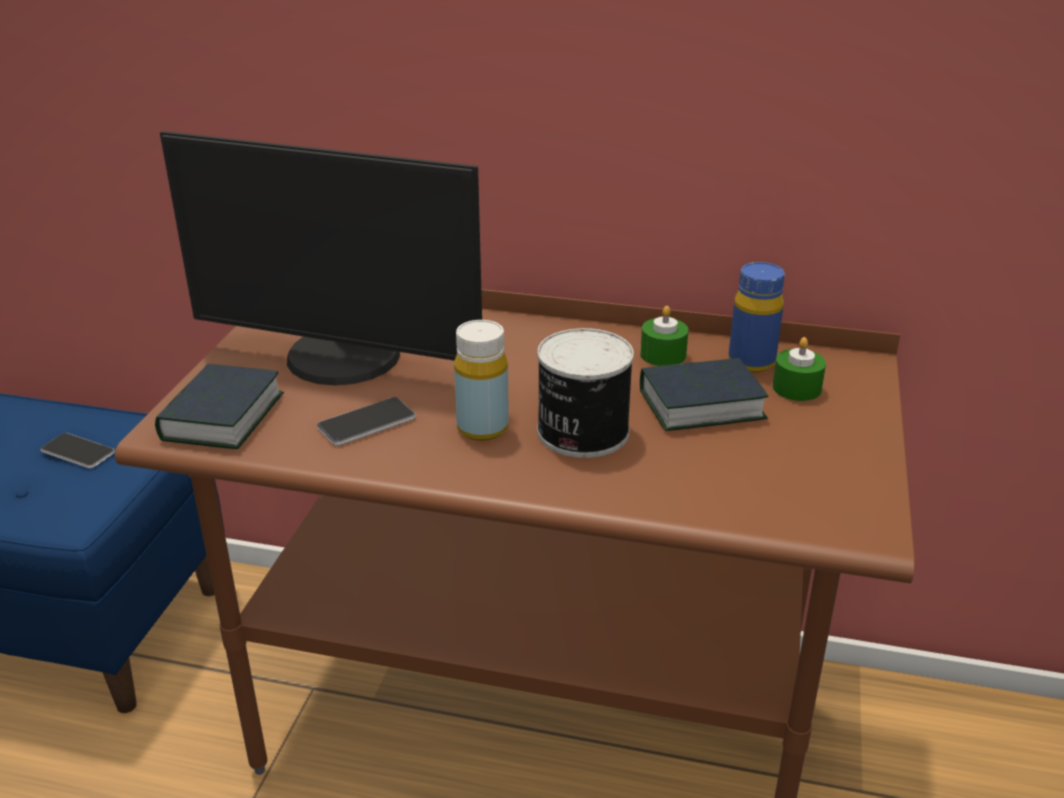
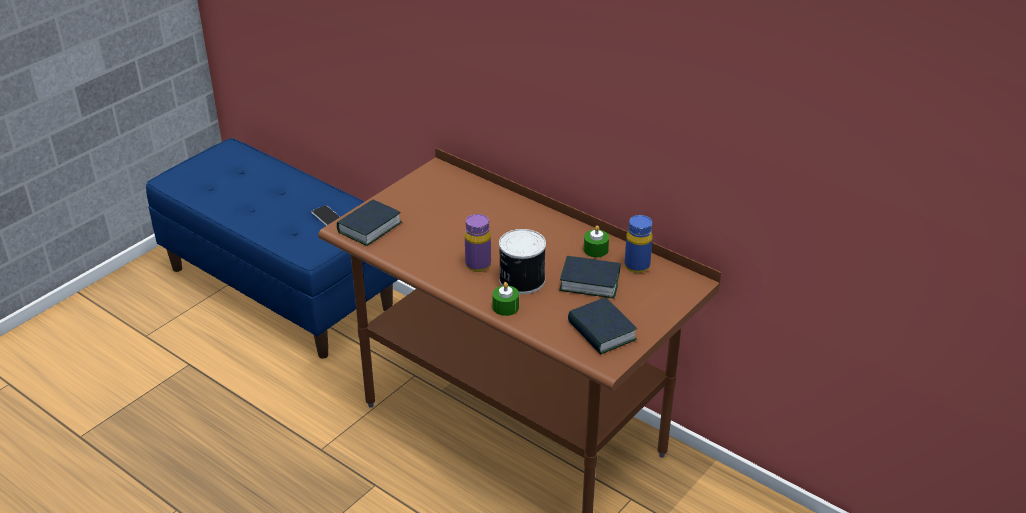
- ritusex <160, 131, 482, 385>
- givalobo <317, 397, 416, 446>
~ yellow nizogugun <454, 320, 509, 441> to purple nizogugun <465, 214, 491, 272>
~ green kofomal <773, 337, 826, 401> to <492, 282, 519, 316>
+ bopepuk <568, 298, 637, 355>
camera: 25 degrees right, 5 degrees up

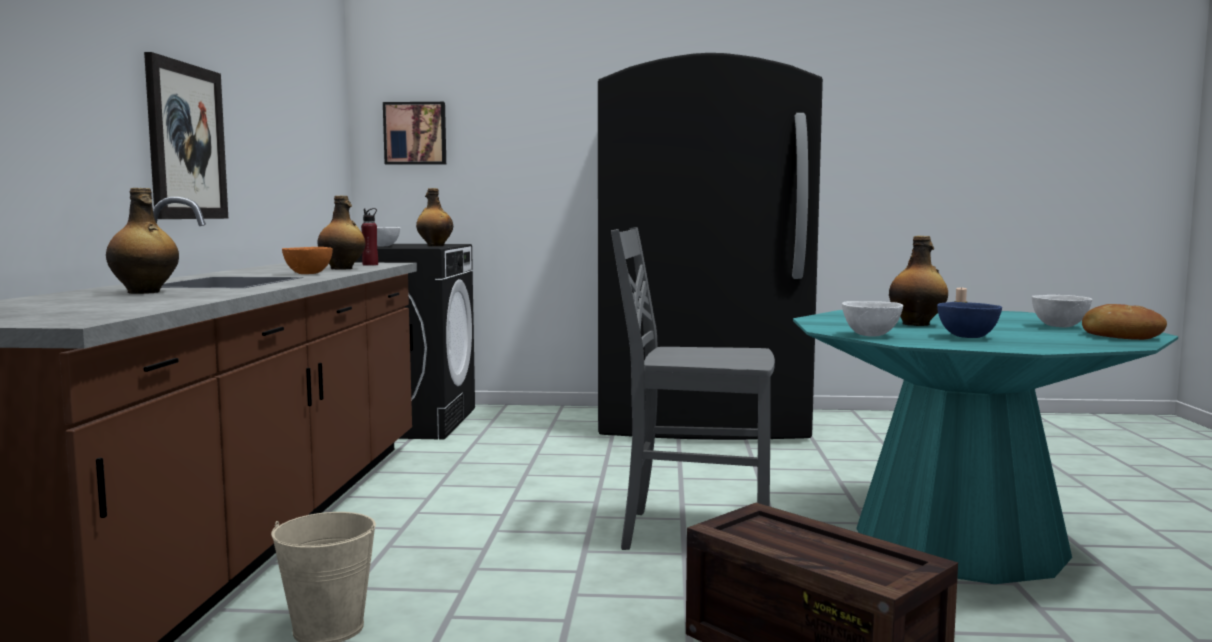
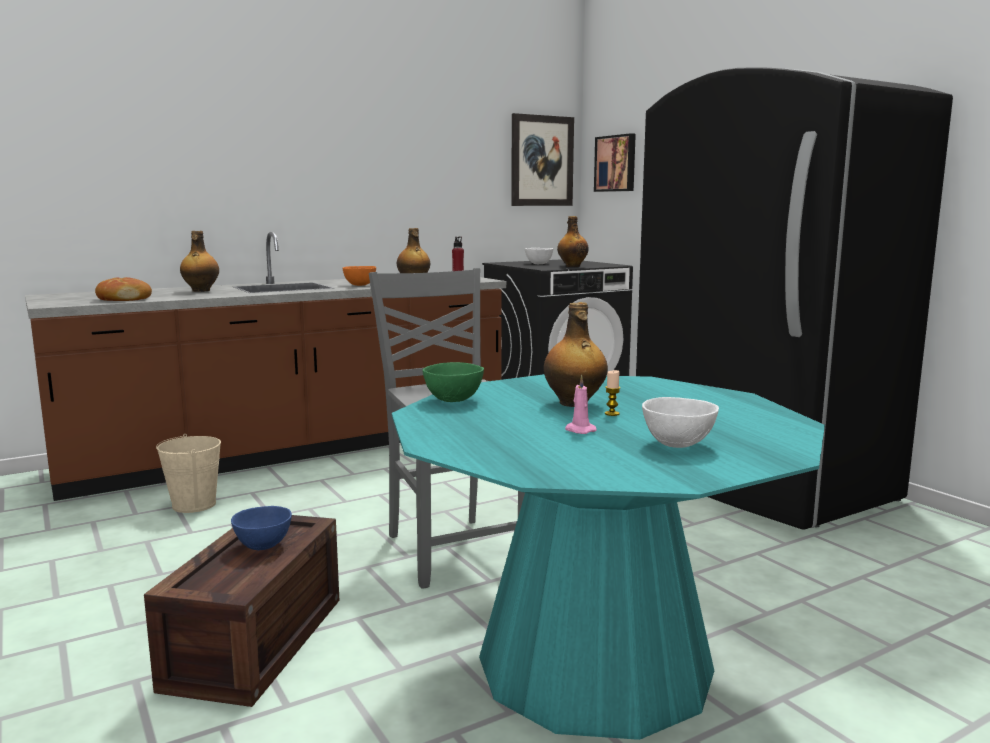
~ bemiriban <144, 52, 228, 219> to <511, 113, 574, 206>
~ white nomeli <842, 301, 903, 337> to green nomeli <423, 362, 484, 402>
~ blue nomeli <937, 302, 1002, 338> to <231, 506, 292, 550>
~ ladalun <1082, 304, 1167, 340> to <95, 277, 152, 301>
+ pink kofomal <565, 375, 597, 434>
camera: 55 degrees right, 5 degrees up

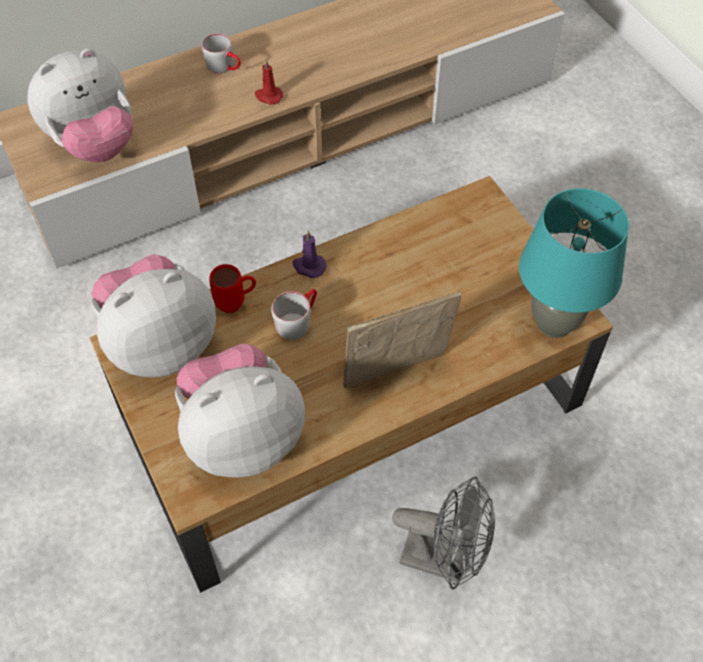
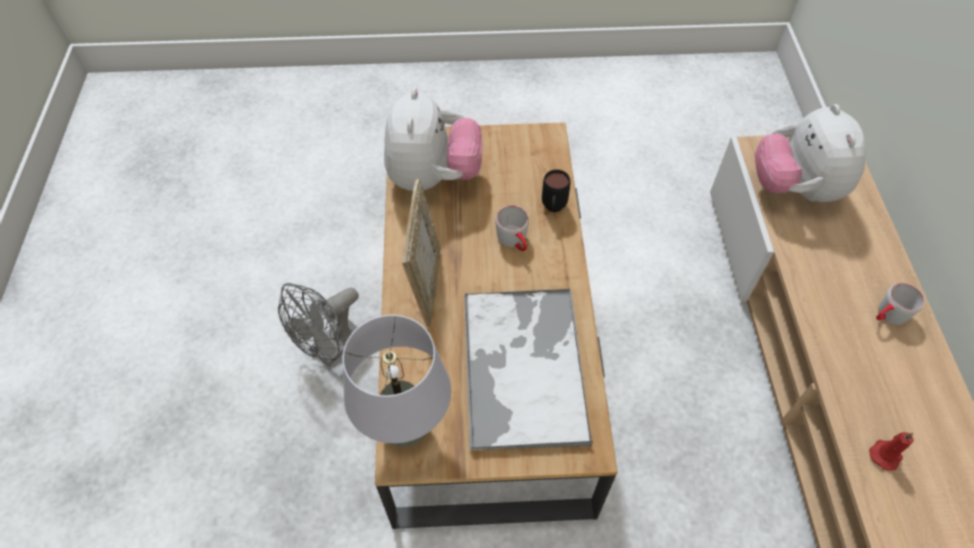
- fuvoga <91, 254, 216, 377>
~ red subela <209, 264, 256, 313> to black subela <542, 170, 571, 212>
~ red kofomal <255, 59, 283, 105> to <869, 432, 914, 471>
- purple kofomal <293, 231, 327, 278>
~ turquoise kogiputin <519, 188, 629, 338> to grey kogiputin <342, 315, 451, 447>
+ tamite <464, 289, 593, 452>
camera: 115 degrees right, 0 degrees up

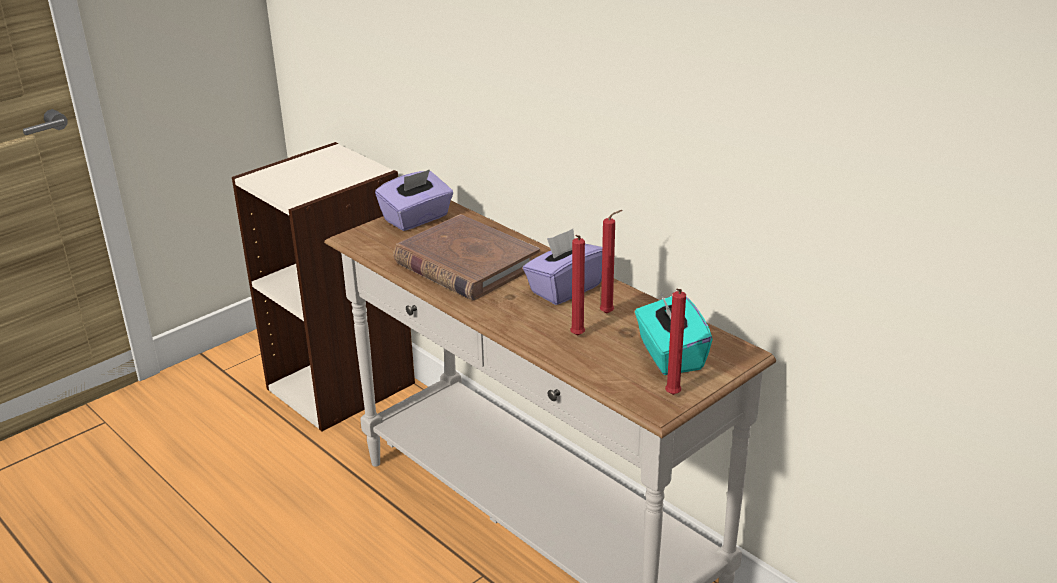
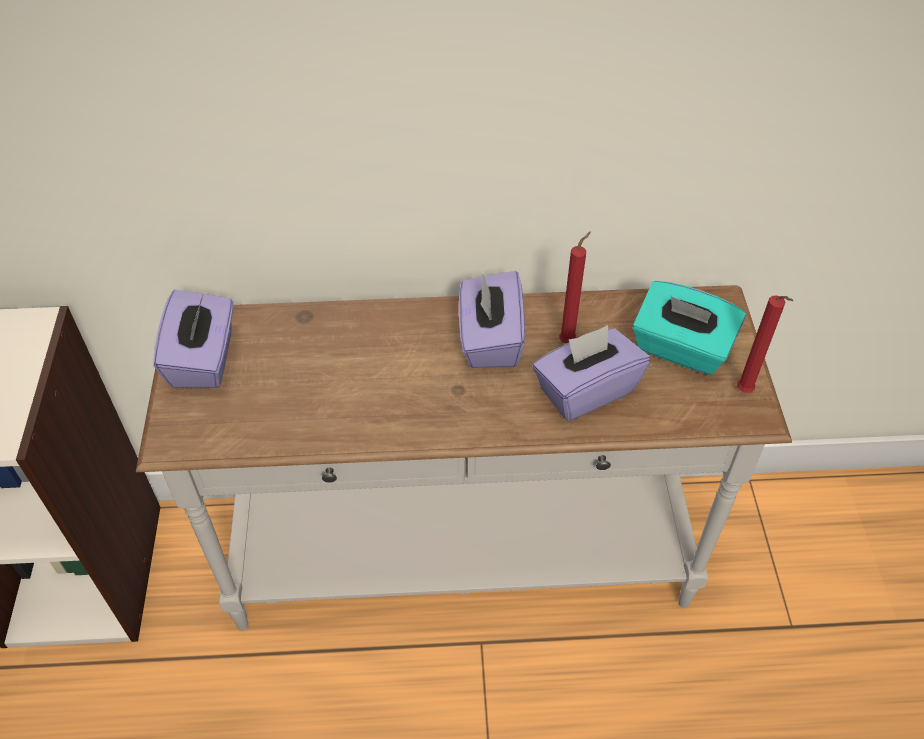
- brown bopepuk <393, 214, 540, 300>
~ red kofomal <570, 235, 585, 336> to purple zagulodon <533, 325, 650, 421>
camera: 50 degrees left, 20 degrees up

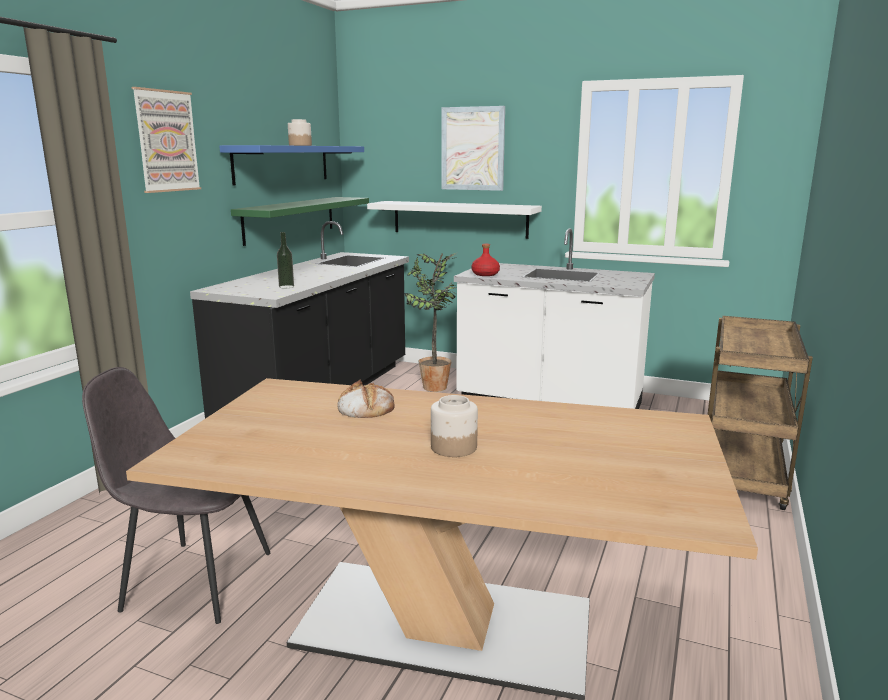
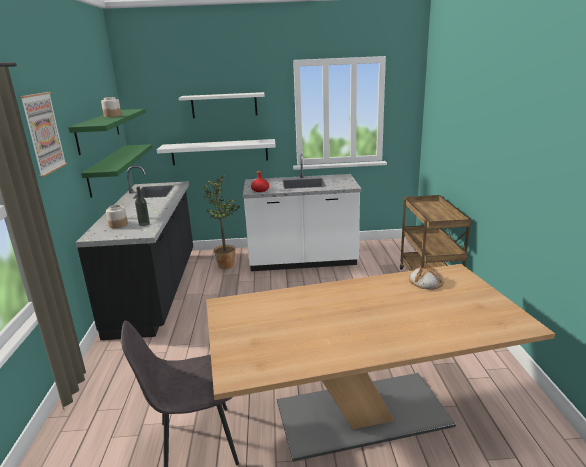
~ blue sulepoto <219, 145, 364, 186> to green sulepoto <68, 109, 146, 155>
~ ladalun <338, 380, 395, 418> to <409, 267, 444, 290>
~ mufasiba <431, 395, 478, 457> to <106, 205, 128, 228>
~ bemiriban <442, 106, 505, 191> to white sulepoto <179, 92, 264, 118>
camera: 25 degrees left, 5 degrees up

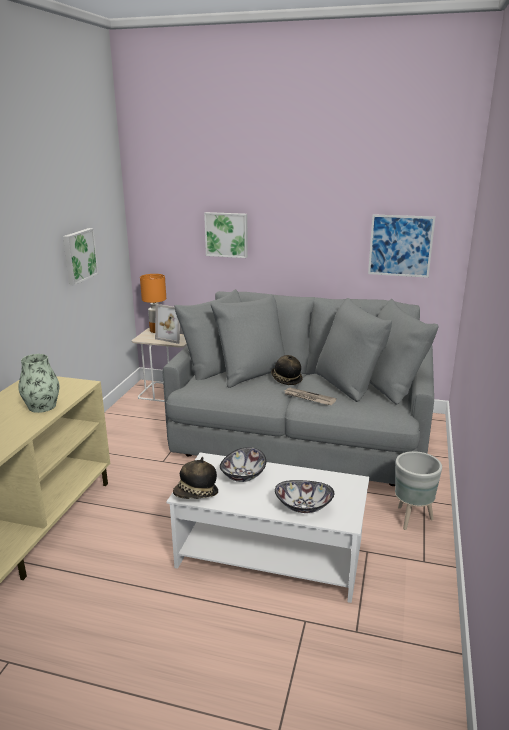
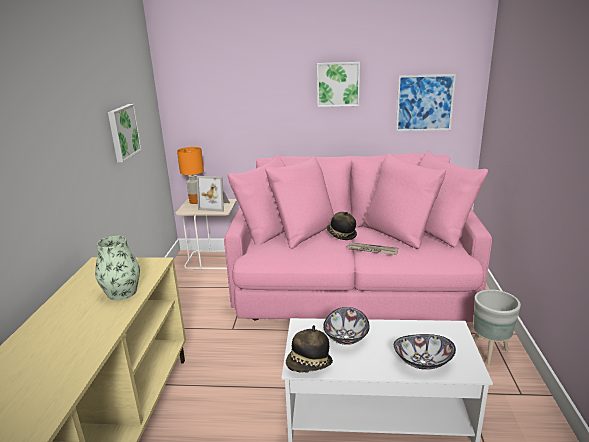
~ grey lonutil <163, 289, 439, 486> to pink lonutil <224, 151, 492, 322>
~ bemiriban <204, 212, 248, 258> to <317, 62, 360, 107>
camera: 10 degrees left, 0 degrees up

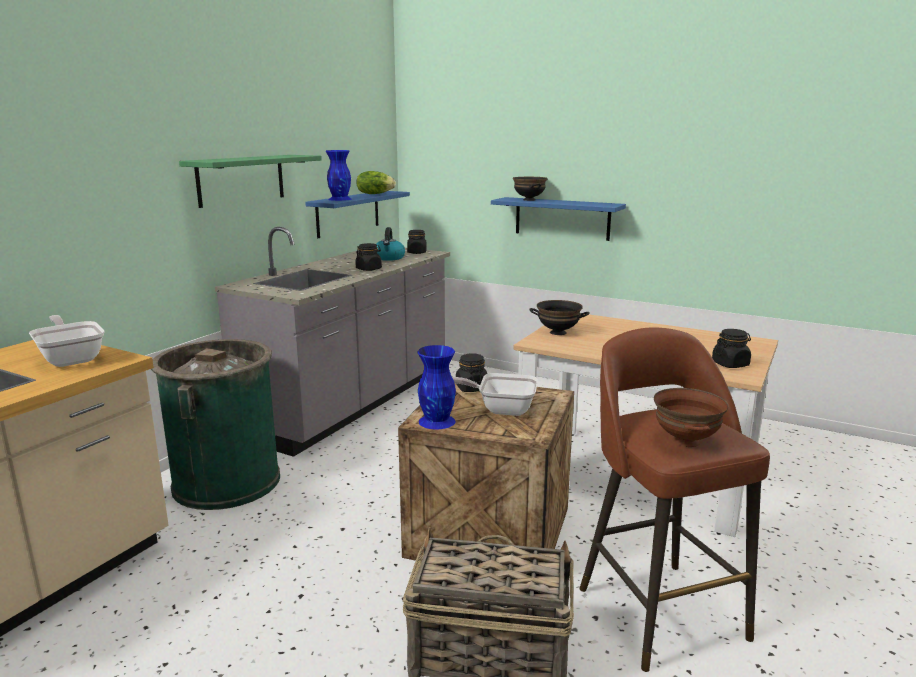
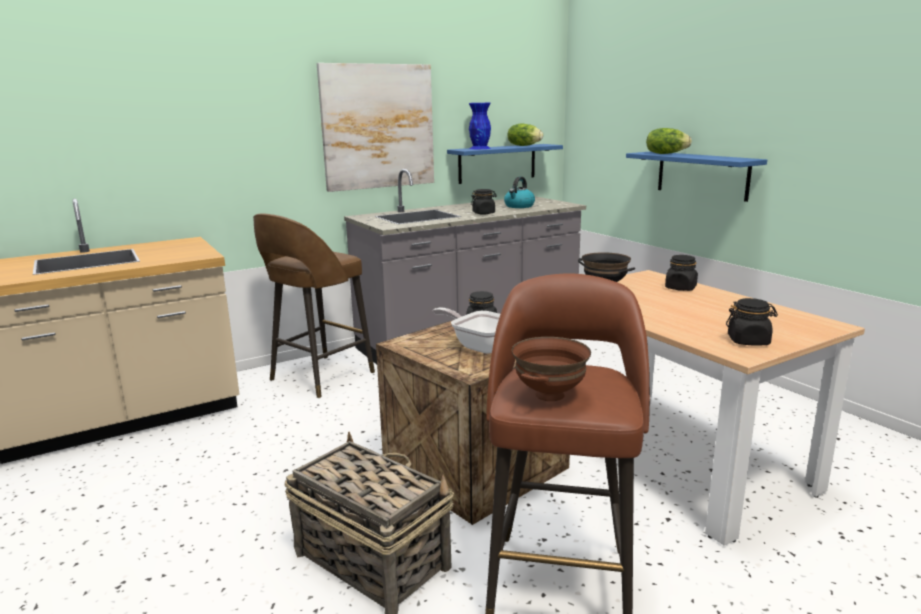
- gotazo <29, 315, 105, 367>
~ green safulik <151, 339, 280, 510> to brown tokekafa <253, 213, 375, 398>
~ green sulepoto <179, 155, 322, 208> to bemiriban <317, 63, 434, 192>
~ black mufasiba <407, 230, 427, 254> to <665, 255, 698, 291>
- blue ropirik <418, 345, 456, 429>
~ black nomeli <513, 177, 548, 201> to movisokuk <646, 128, 692, 154>
camera: 30 degrees right, 0 degrees up

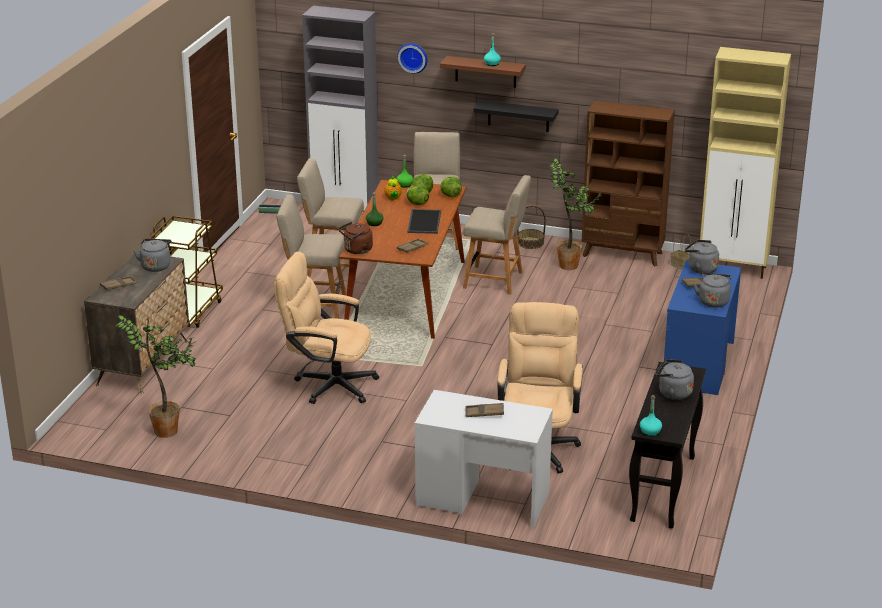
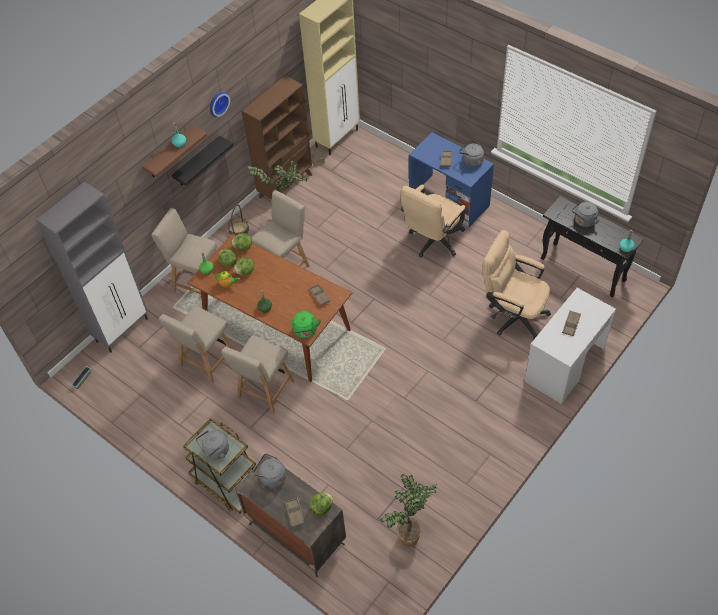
~ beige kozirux <275, 252, 379, 404> to <400, 185, 466, 257>
~ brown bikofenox <338, 222, 373, 254> to green bikofenox <292, 311, 321, 338>
~ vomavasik <397, 43, 428, 74> to <210, 91, 230, 117>
- tamite <407, 209, 441, 234>
~ grey bikofenox <685, 240, 719, 274> to <196, 430, 229, 460>
+ movisokuk <310, 493, 333, 515>
camera: 65 degrees left, 25 degrees up

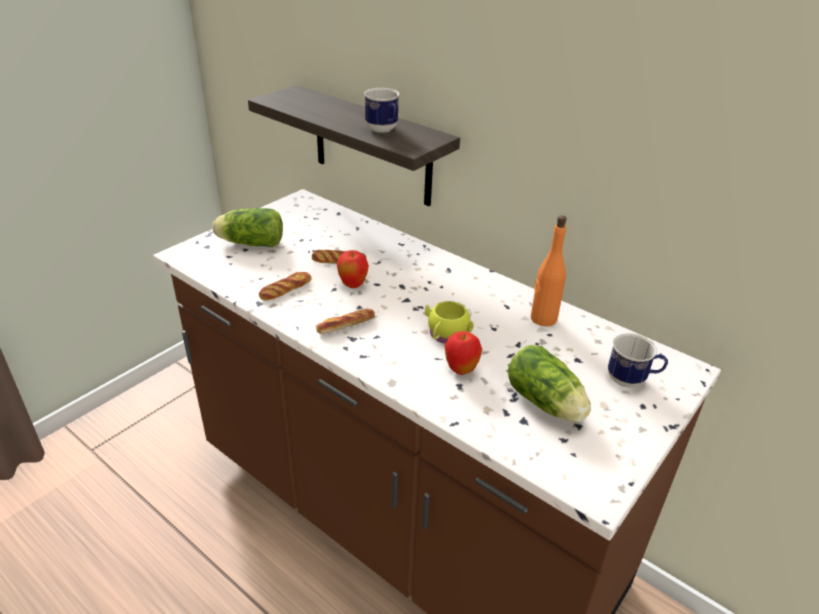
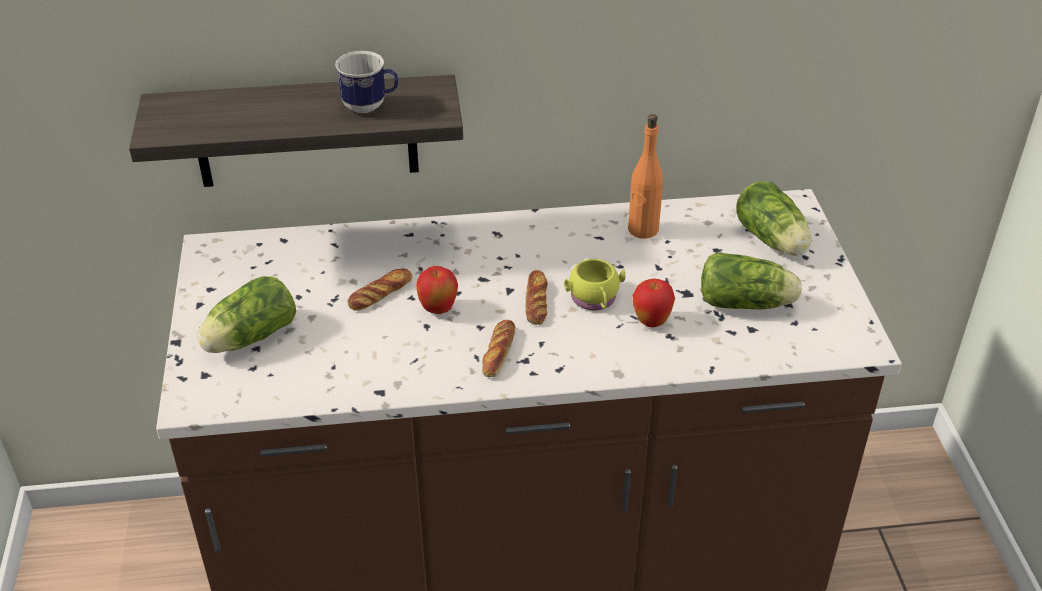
~ ladalun <259, 272, 312, 301> to <526, 270, 547, 325>
~ subela <608, 333, 668, 387> to movisokuk <736, 181, 811, 256>
camera: 45 degrees left, 5 degrees up

